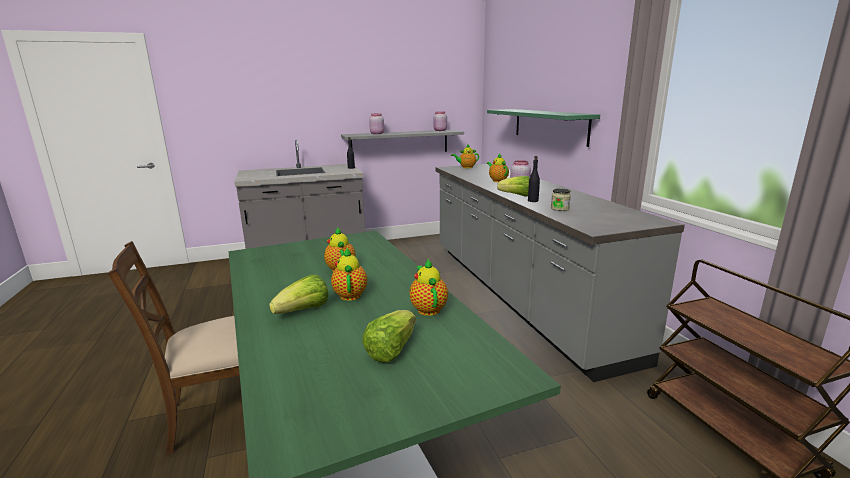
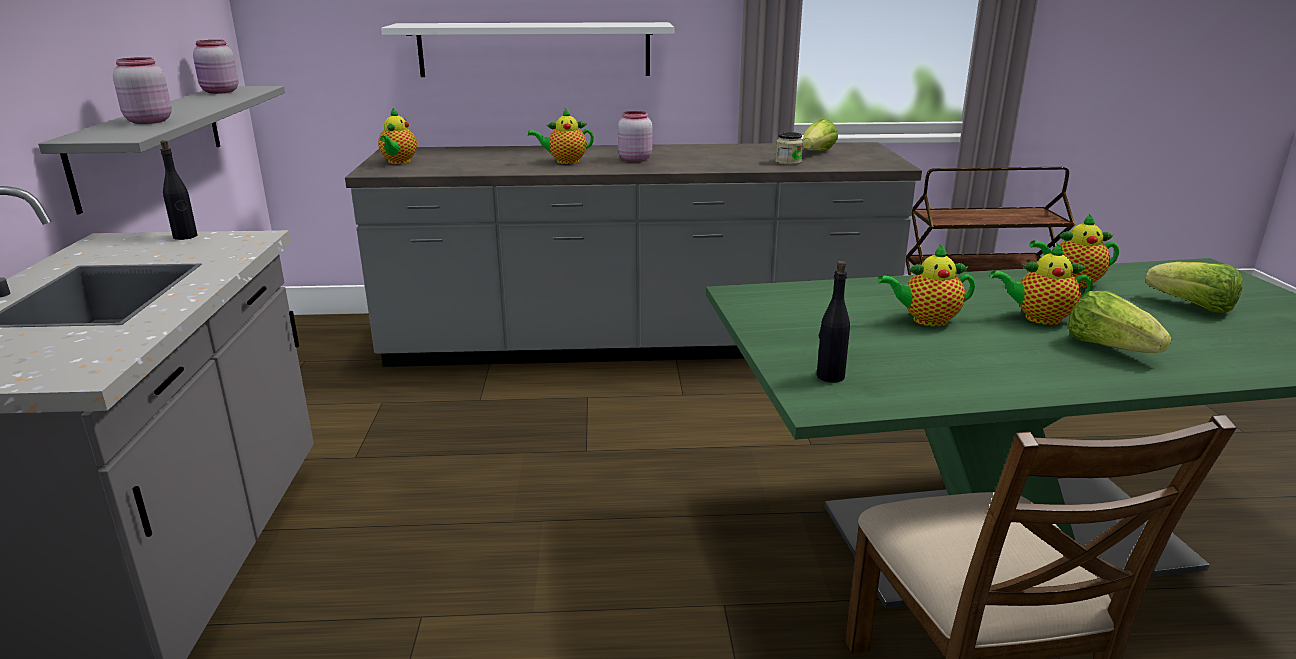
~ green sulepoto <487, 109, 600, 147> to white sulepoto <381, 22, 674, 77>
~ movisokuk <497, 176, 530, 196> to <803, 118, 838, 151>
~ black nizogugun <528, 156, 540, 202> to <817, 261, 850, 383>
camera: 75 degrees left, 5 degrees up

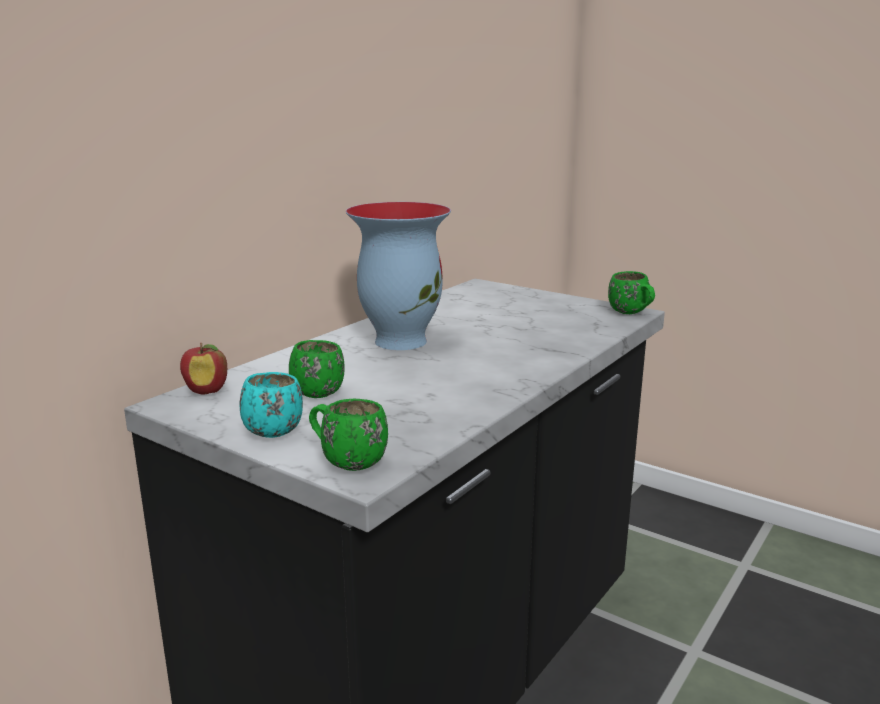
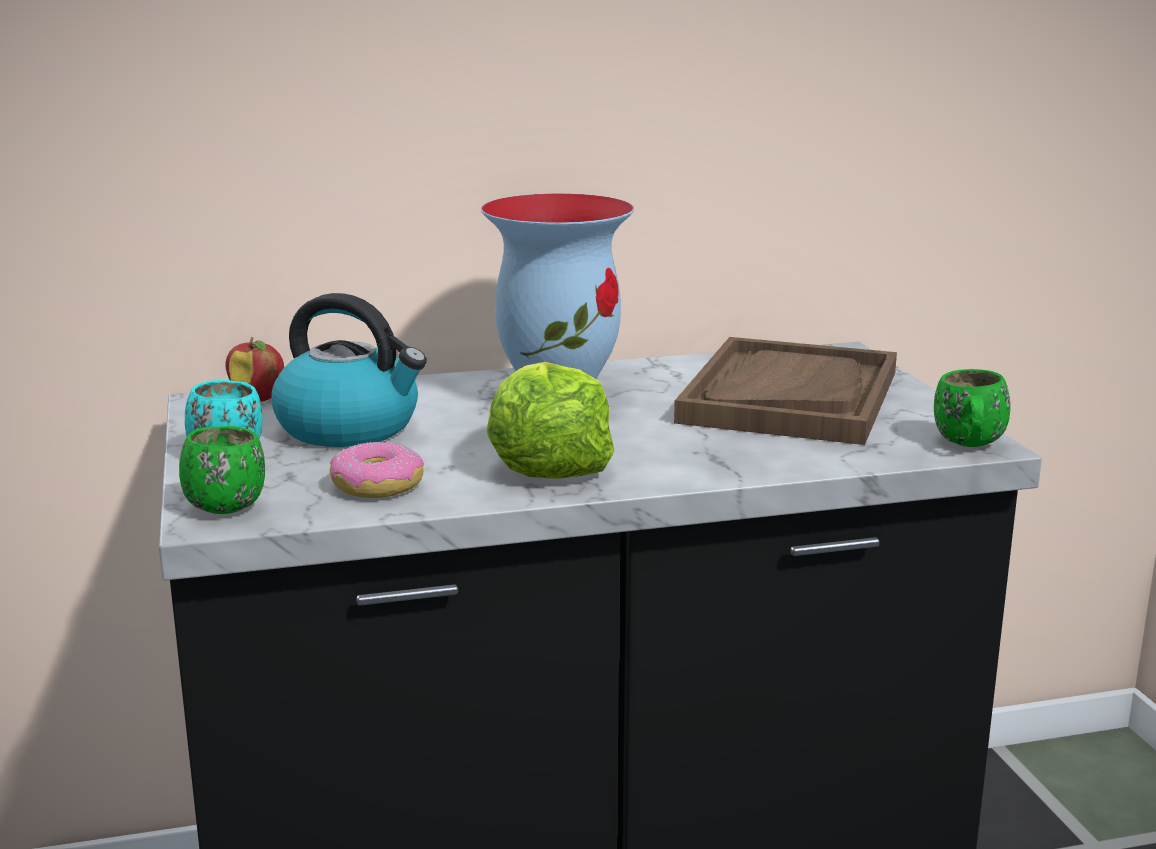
~ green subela <289, 340, 345, 398> to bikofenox <272, 293, 427, 447>
+ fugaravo <330, 442, 424, 498>
+ movisokuk <487, 362, 614, 479>
+ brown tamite <674, 337, 897, 445>
camera: 40 degrees right, 0 degrees up

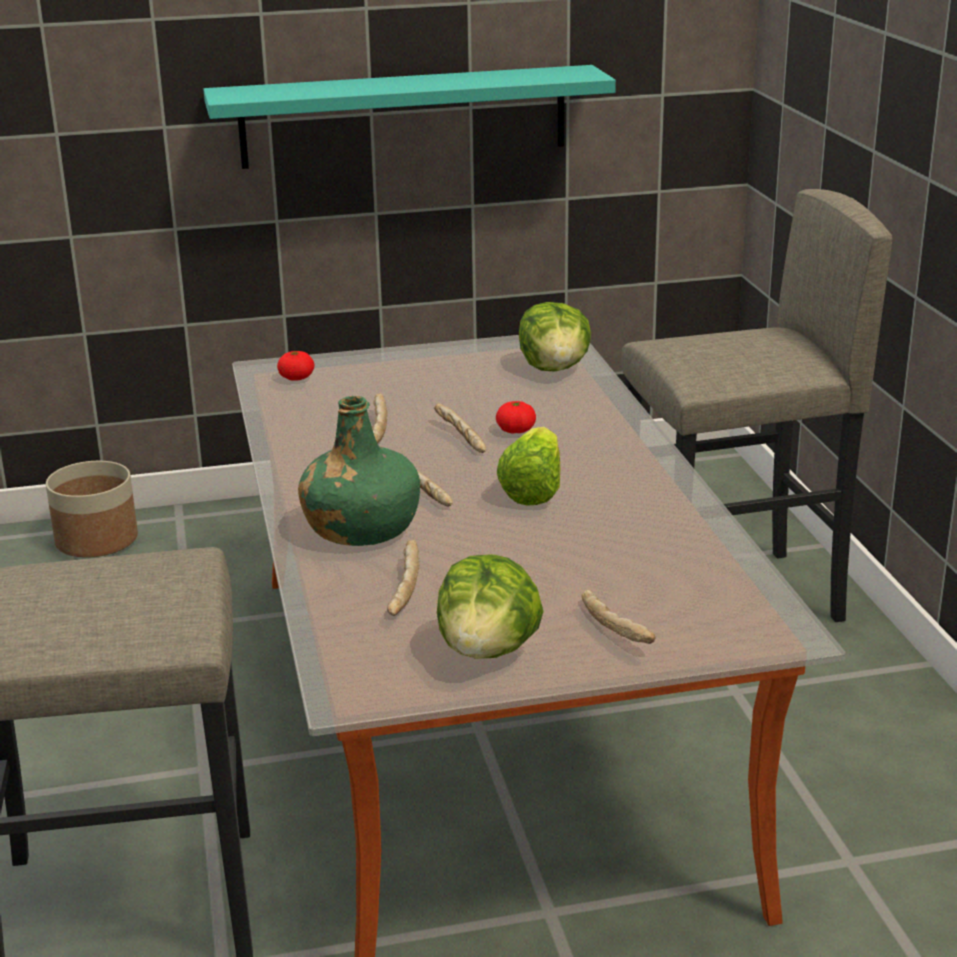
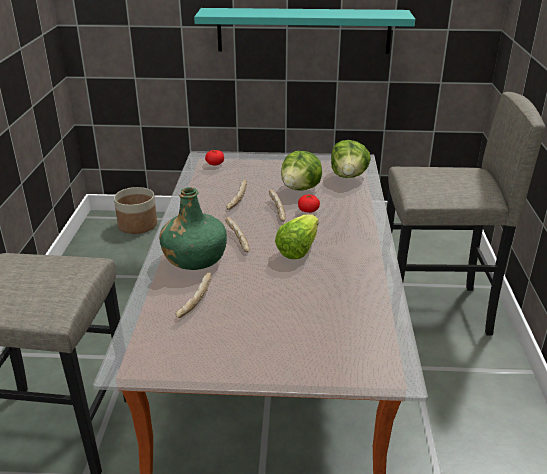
~ movisokuk <437, 554, 543, 659> to <281, 151, 322, 191>
- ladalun <581, 590, 656, 644>
camera: 15 degrees right, 5 degrees up

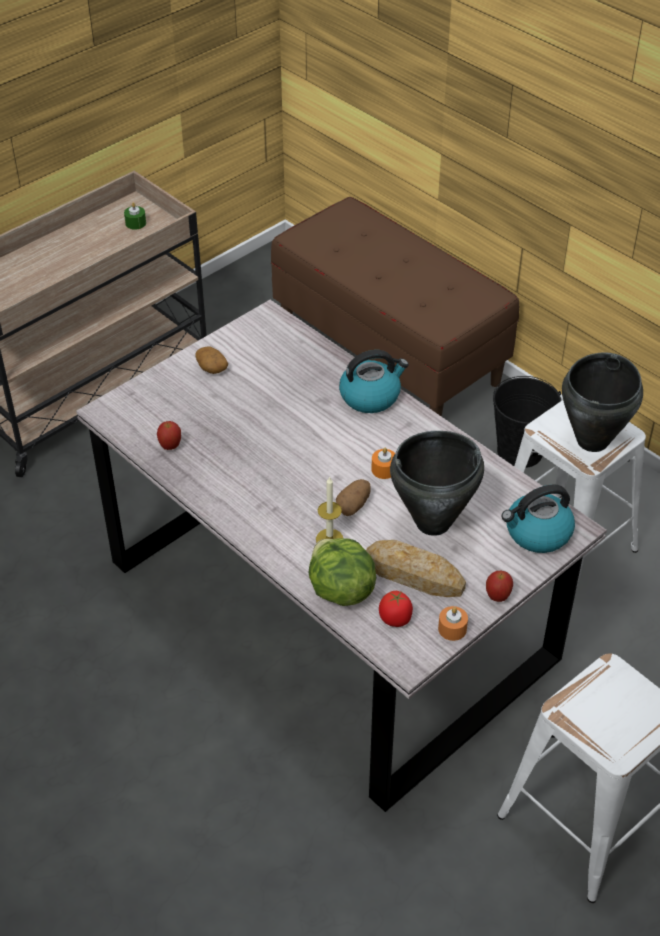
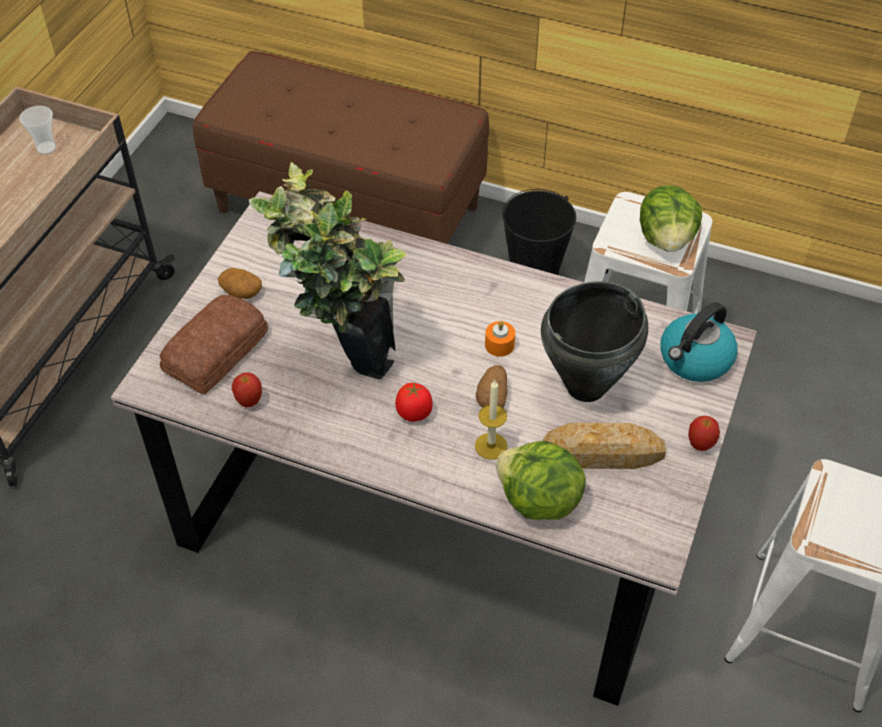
~ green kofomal <124, 202, 146, 230> to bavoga <19, 106, 56, 155>
- bikofenox <339, 350, 409, 413>
~ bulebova <379, 591, 413, 627> to <395, 382, 432, 422>
- orange kofomal <438, 606, 468, 641>
~ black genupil <562, 352, 643, 452> to movisokuk <640, 185, 702, 252>
+ ladalun <160, 295, 268, 395>
+ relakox <249, 162, 406, 379>
camera: 25 degrees left, 5 degrees up

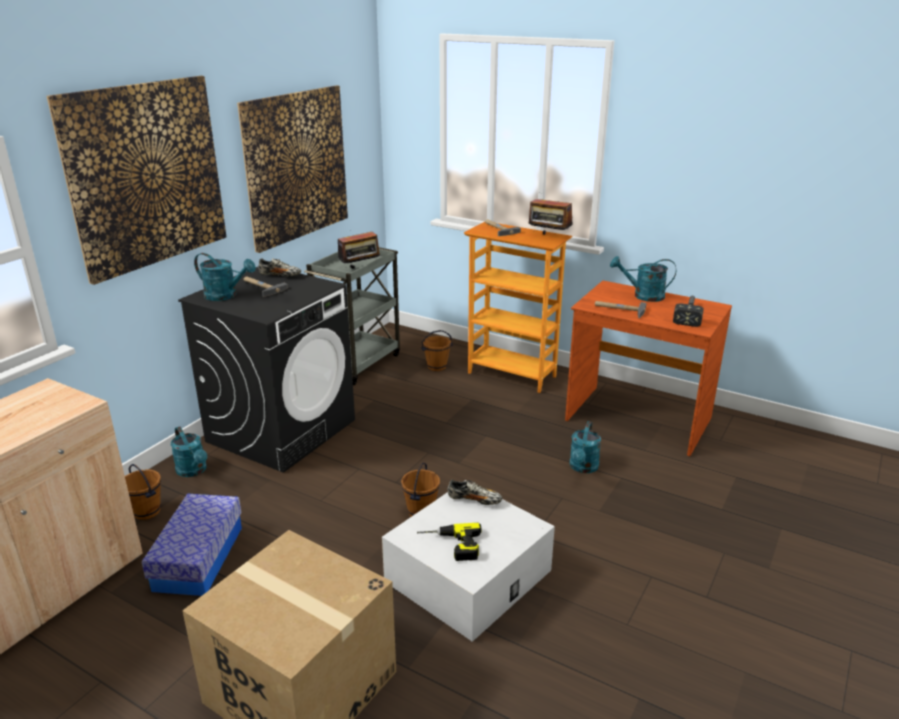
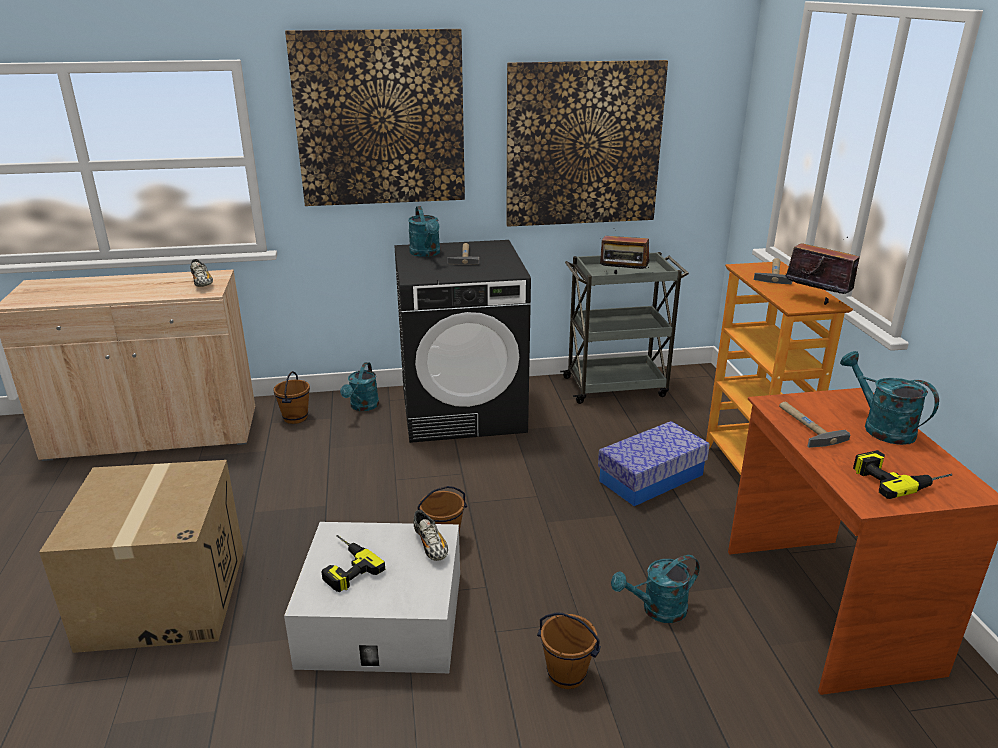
~ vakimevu <142, 493, 242, 596> to <598, 421, 710, 506>
~ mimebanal <259, 258, 301, 277> to <190, 259, 213, 287>
~ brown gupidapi <421, 330, 453, 371> to <537, 613, 601, 689>
~ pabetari <529, 199, 573, 235> = <785, 237, 860, 305> 135 degrees clockwise
~ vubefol <673, 296, 704, 327> to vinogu <853, 450, 953, 499>
camera: 50 degrees right, 0 degrees up

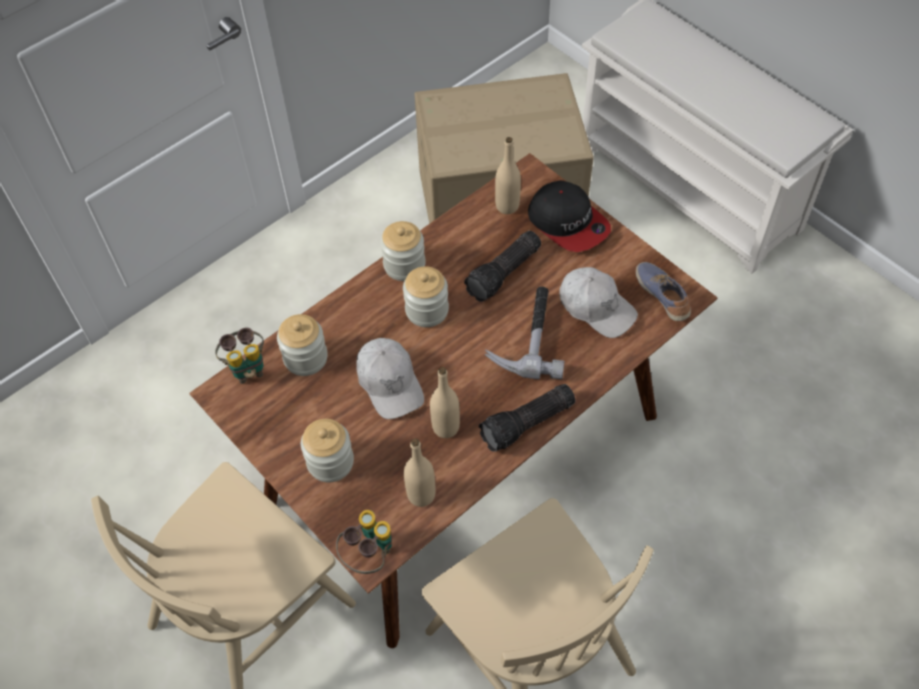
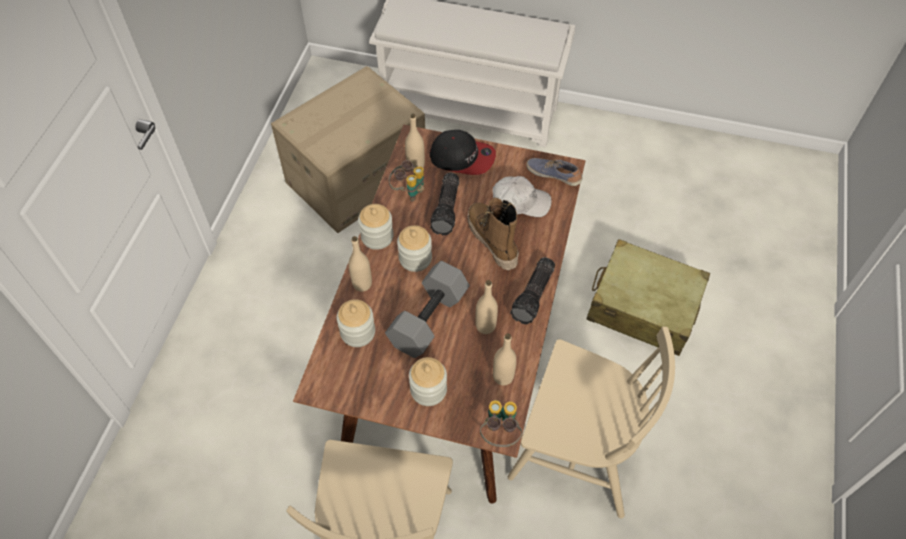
~ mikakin <215, 328, 264, 384> to <389, 160, 424, 201>
~ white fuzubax <356, 338, 424, 419> to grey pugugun <385, 261, 470, 358>
~ vubefol <485, 287, 564, 380> to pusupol <468, 197, 519, 271>
+ beige nizogugun <348, 236, 372, 292>
+ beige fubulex <587, 239, 710, 356>
camera: 35 degrees left, 0 degrees up

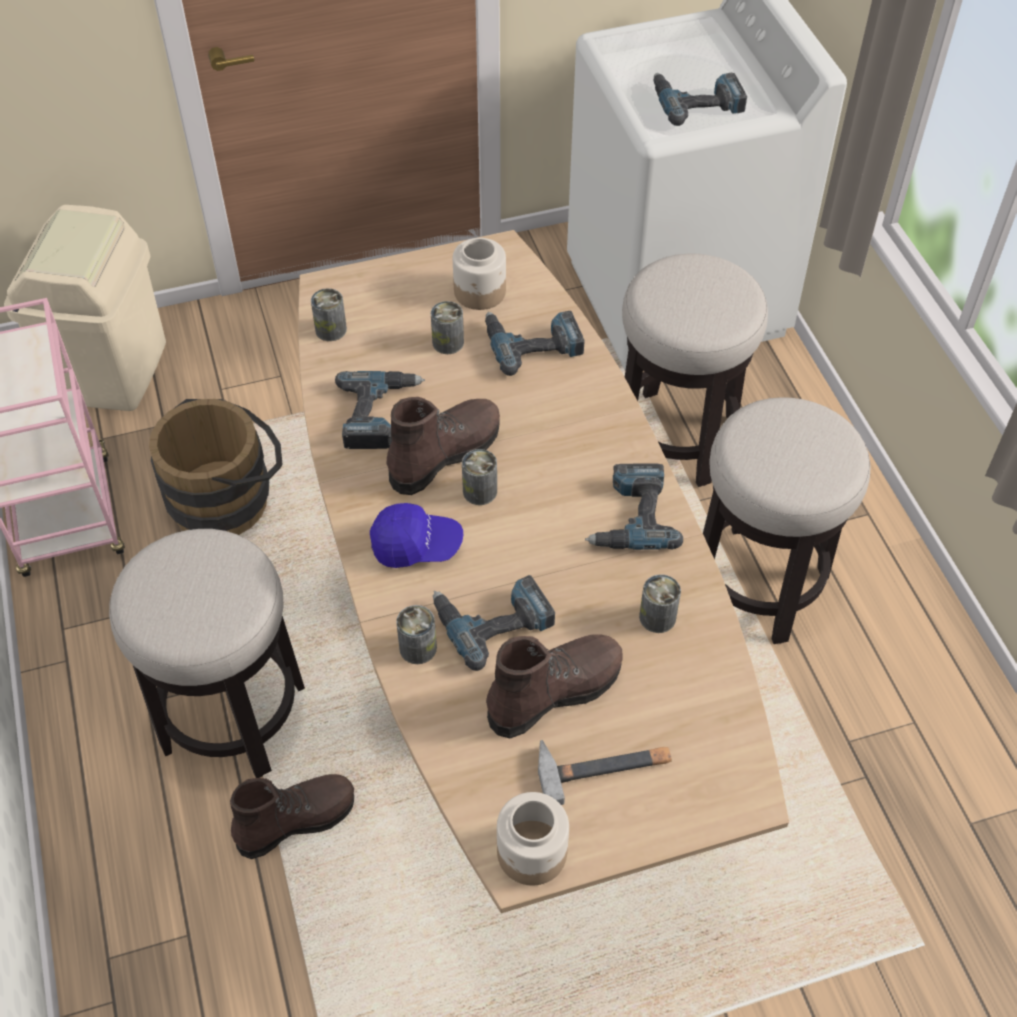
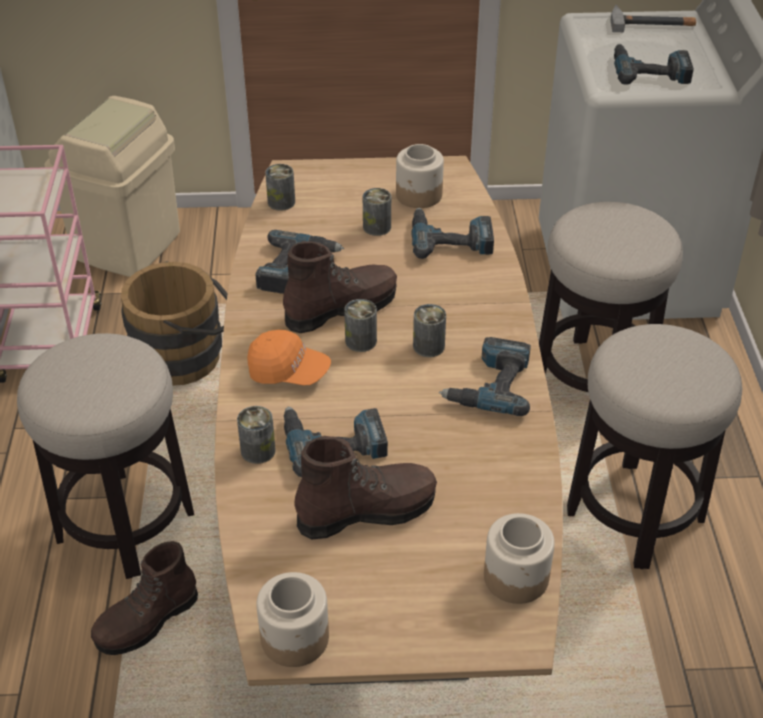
~ brown pusupol <230, 774, 354, 859> = <91, 541, 198, 655> 150 degrees clockwise
~ blue fuzubax <370, 503, 463, 568> to orange fuzubax <247, 330, 331, 385>
~ vubefol <538, 740, 672, 805> to <611, 5, 696, 32>
~ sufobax <639, 574, 681, 633> to <413, 304, 446, 357>
+ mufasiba <484, 513, 555, 604>
camera: 15 degrees right, 10 degrees down

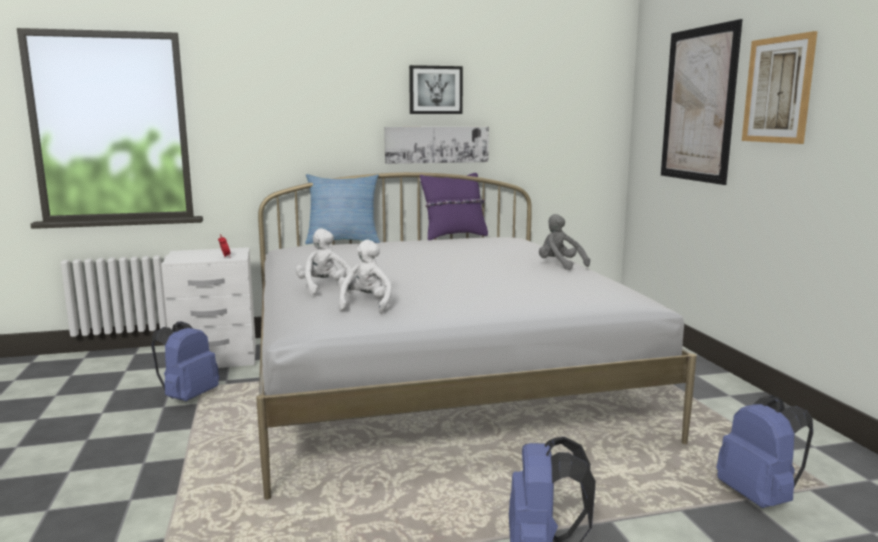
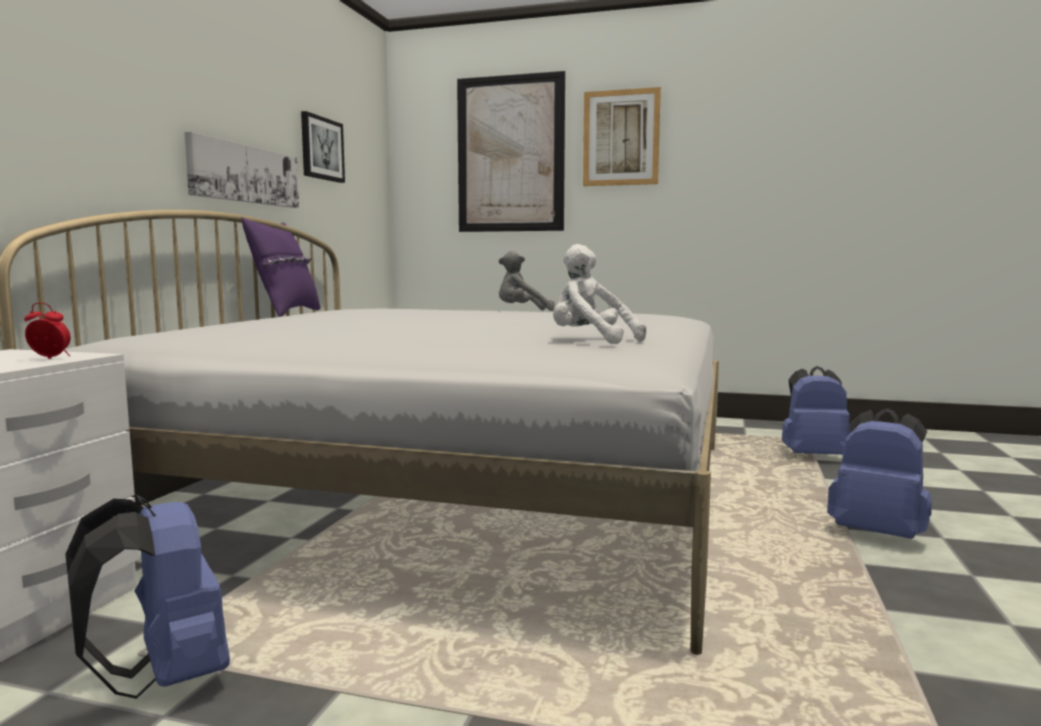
- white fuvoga <296, 228, 351, 295>
- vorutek <305, 174, 380, 244>
~ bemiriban <409, 65, 463, 114> to <301, 111, 345, 183>
camera: 60 degrees left, 5 degrees down

